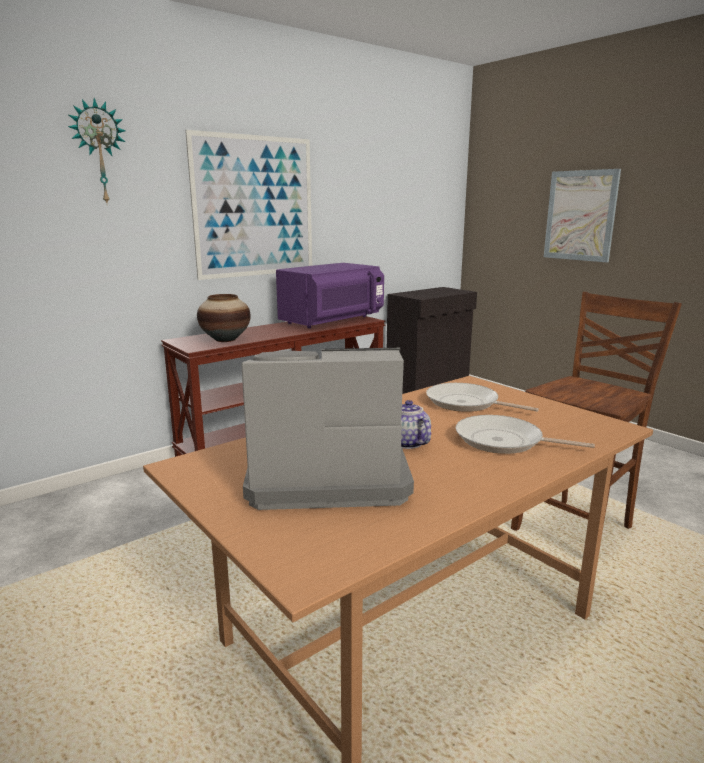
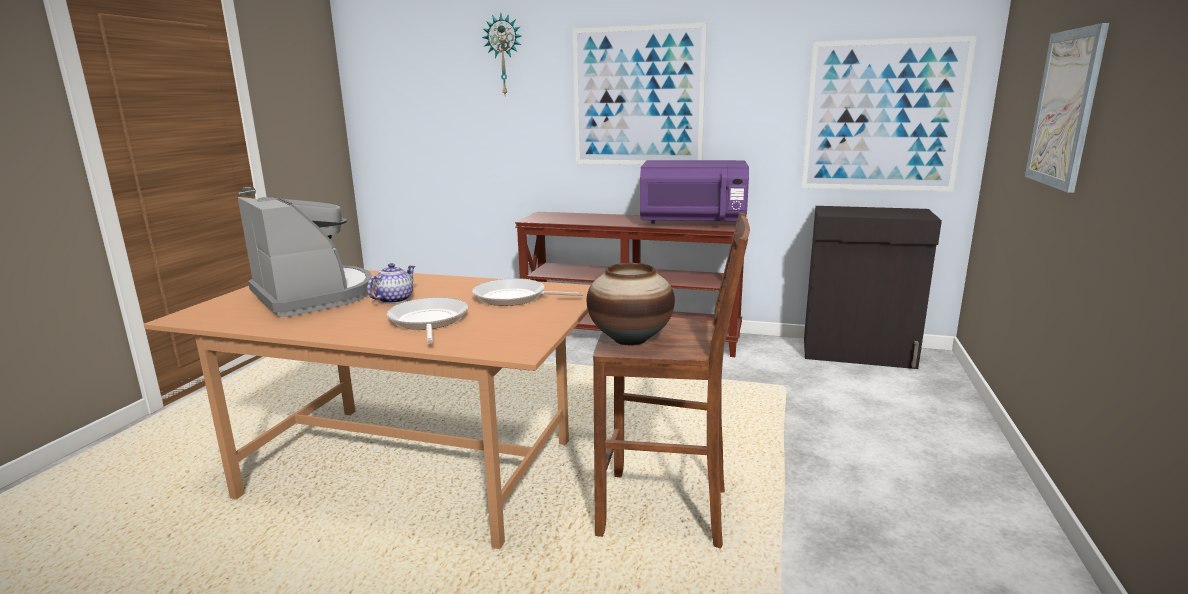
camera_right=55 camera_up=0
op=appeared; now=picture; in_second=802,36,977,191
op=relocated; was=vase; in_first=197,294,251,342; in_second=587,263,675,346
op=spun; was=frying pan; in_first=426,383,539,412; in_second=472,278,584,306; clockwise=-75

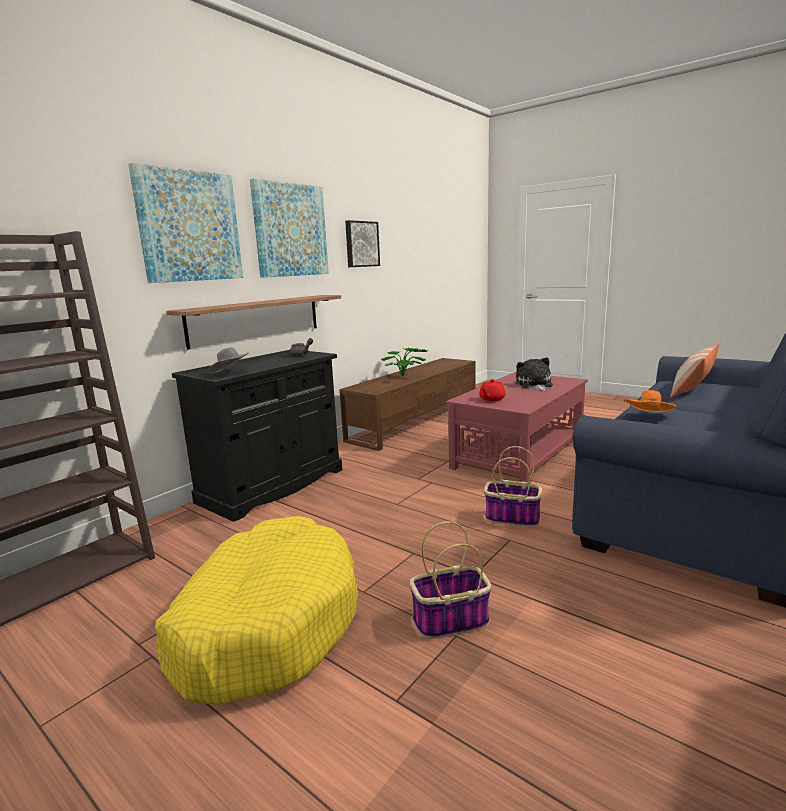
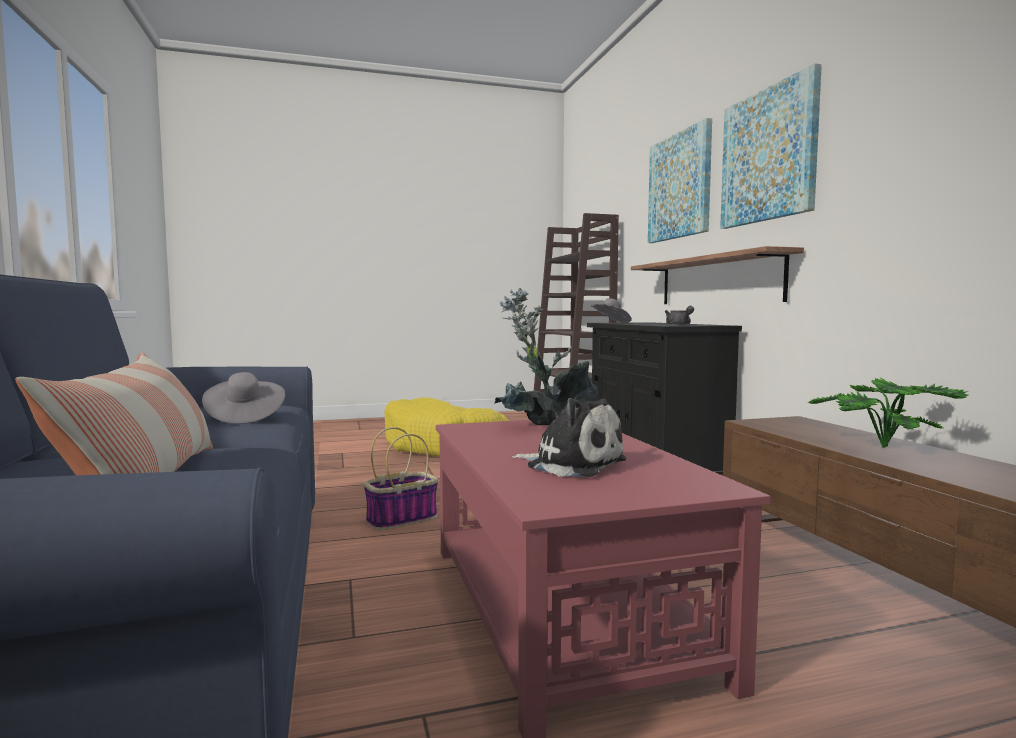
camera_right=125 camera_up=-10
op=missing; was=picture; in_first=345,220,380,267
op=missing; was=basket; in_first=409,521,491,639
op=exchanged; was=red teapot; now=potted plant; in_first=479,379,506,401; in_second=495,288,598,425
op=colour; was=orange hat; now=grey hat; in_first=624,390,677,412; in_second=202,372,285,424

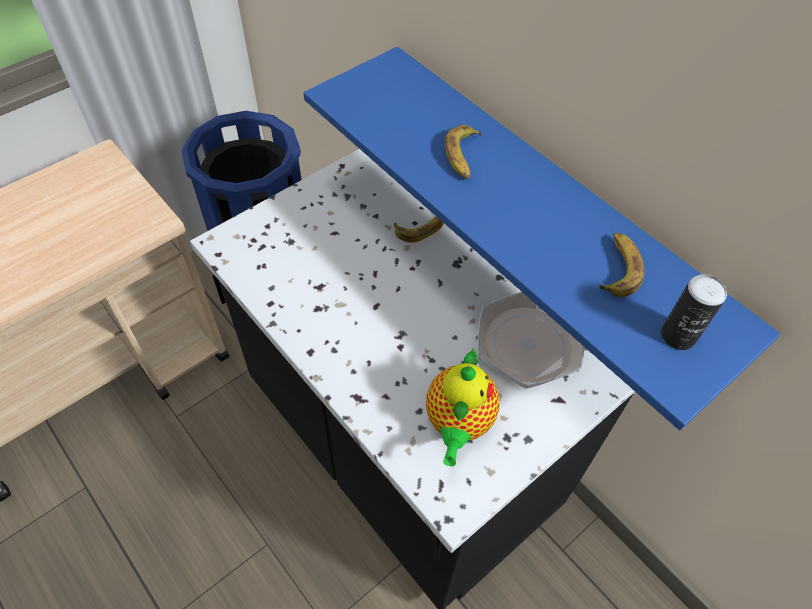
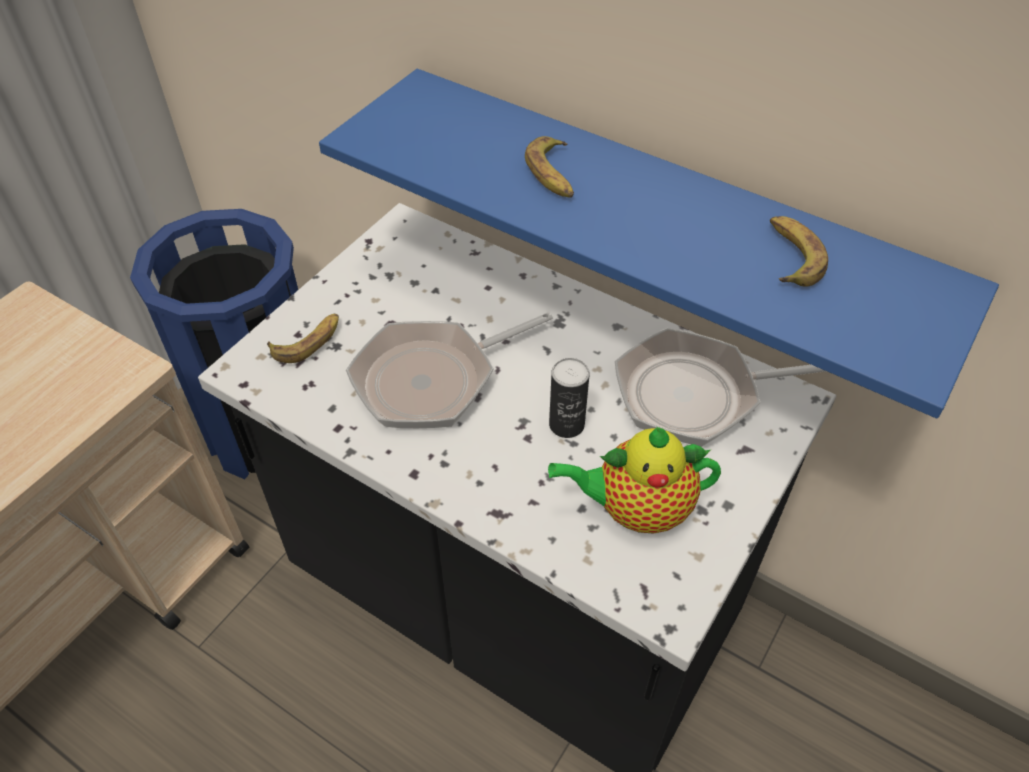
camera_right=-15 camera_up=-5
op=appeared; now=frying pan; in_second=346,312,553,429
op=relocated; was=banana; in_first=394,216,444,243; in_second=267,314,339,363
op=relocated; was=can; in_first=661,274,727,350; in_second=549,358,590,438
op=spun; was=teapot; in_first=426,348,499,467; in_second=548,427,721,534; clockwise=90

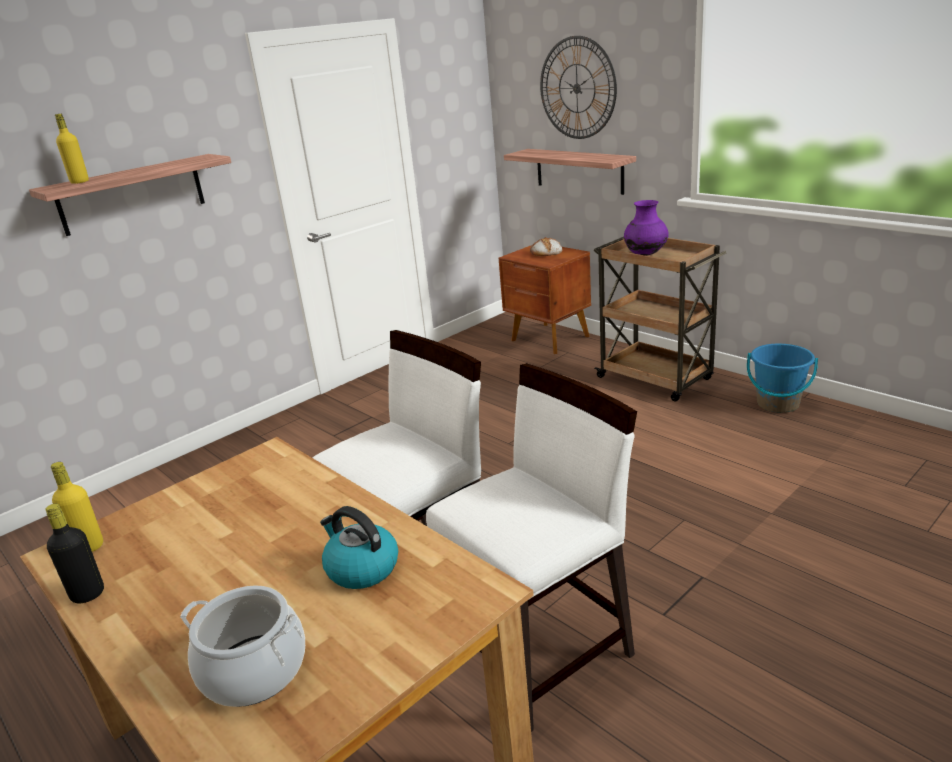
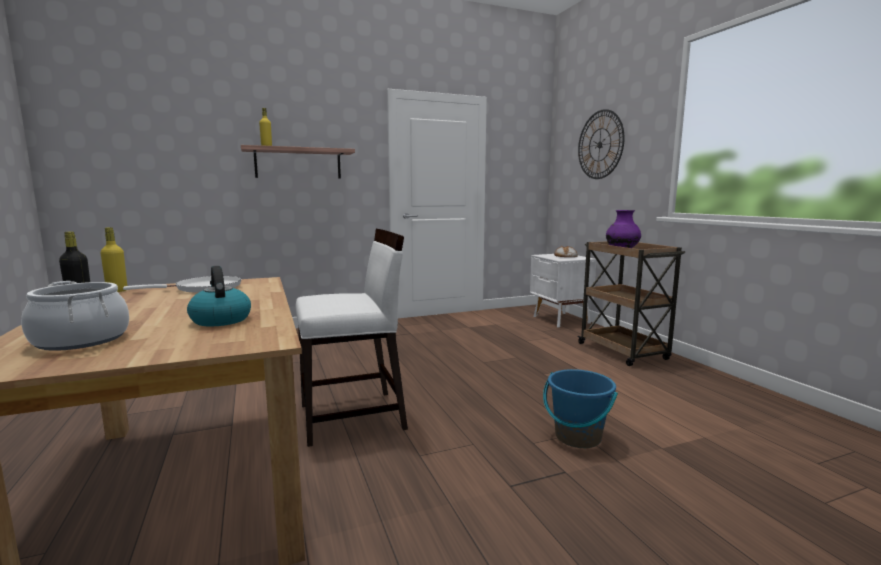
camera_right=20 camera_up=-15
op=missing; was=white chair; in_first=426,363,637,732
op=missing; was=shelf; in_first=504,149,636,195
op=appeared; now=white frying pan; in_second=123,276,241,293
op=relocated; was=blue bucket; in_first=747,344,818,413; in_second=543,369,618,448
op=colour; was=brown nightstand; now=white nightstand; in_first=499,245,591,354; in_second=530,254,596,328

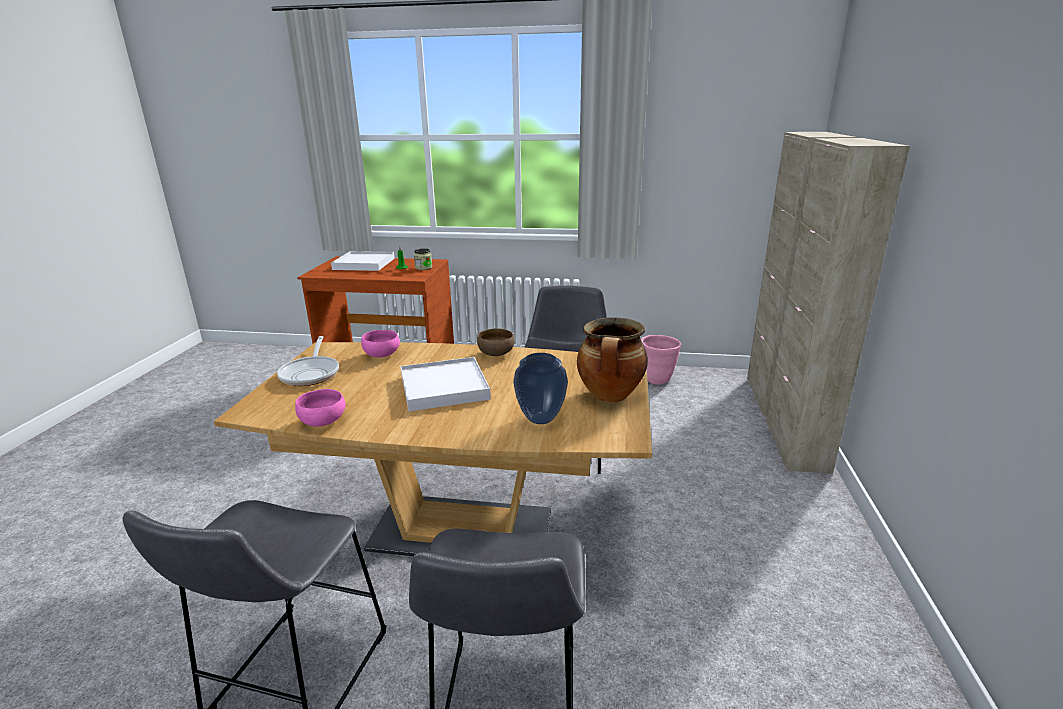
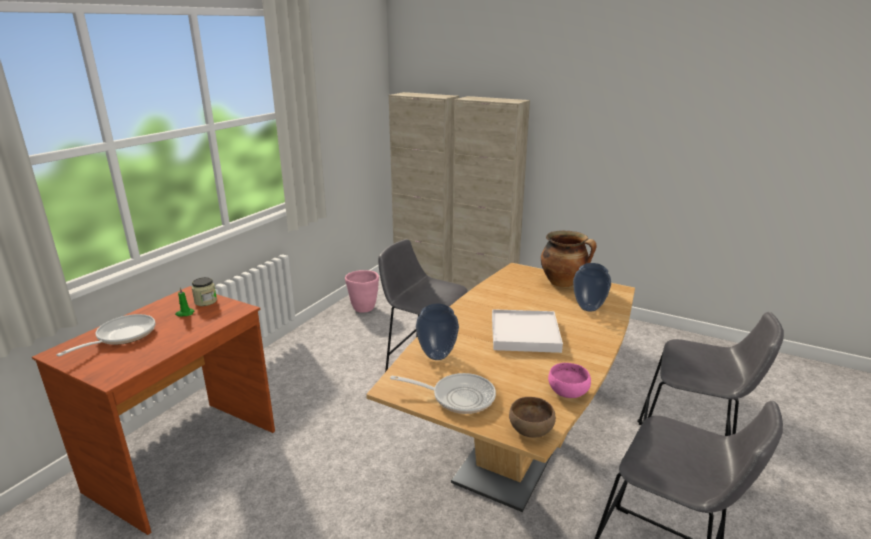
camera_right=-70 camera_up=0
op=relocated; was=brown bowl; in_first=477,328,515,356; in_second=509,397,556,437
op=exchanged; was=white tray; now=frying pan; in_first=331,251,395,271; in_second=56,314,155,356
op=exchanged; was=pink bowl; now=vase; in_first=361,330,400,357; in_second=416,304,459,360

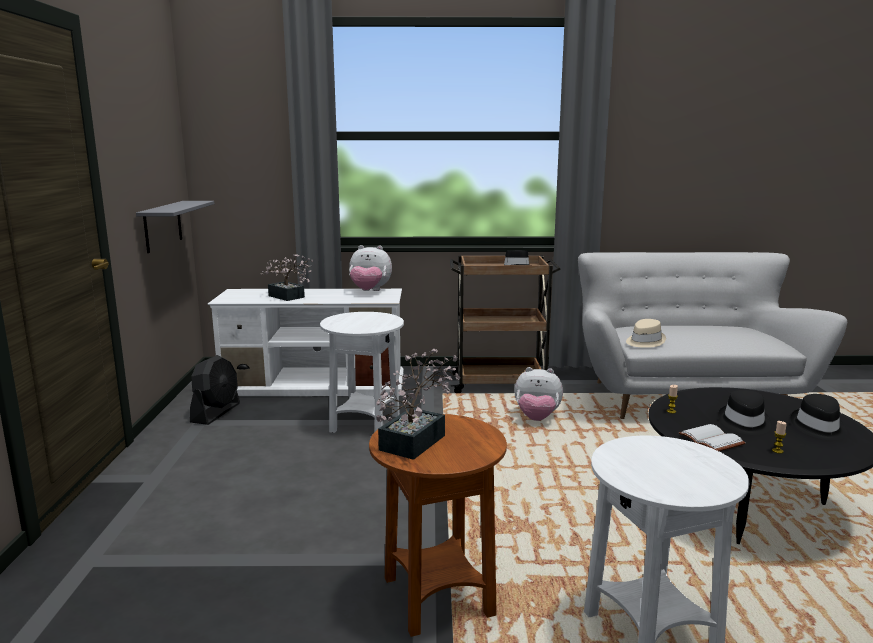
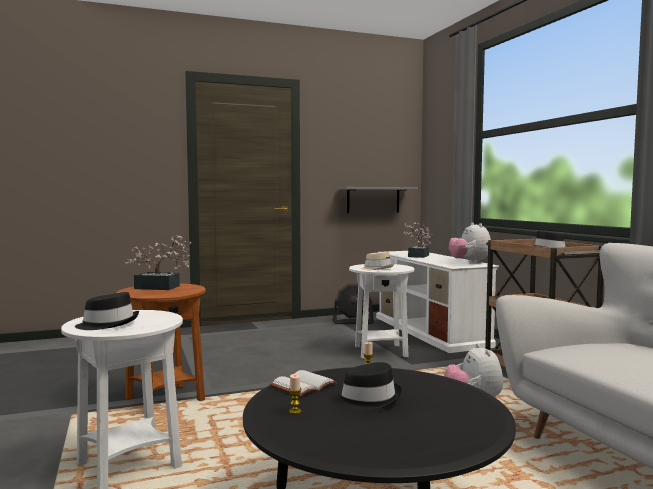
camera_right=70 camera_up=-10
op=relocated; was=beige hat; in_first=626,319,666,348; in_second=360,252,394,270
op=relocated; was=black hat; in_first=791,394,847,440; in_second=75,292,139,330

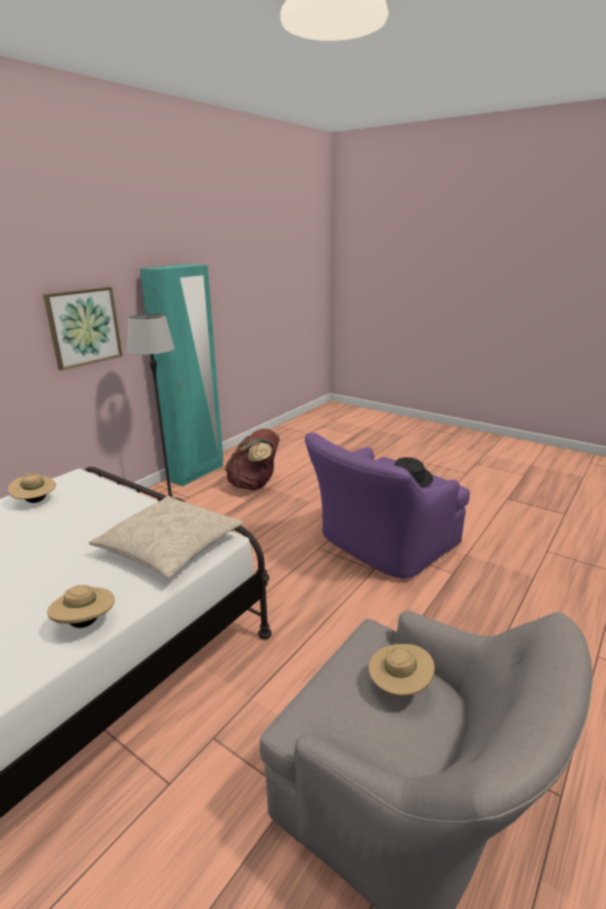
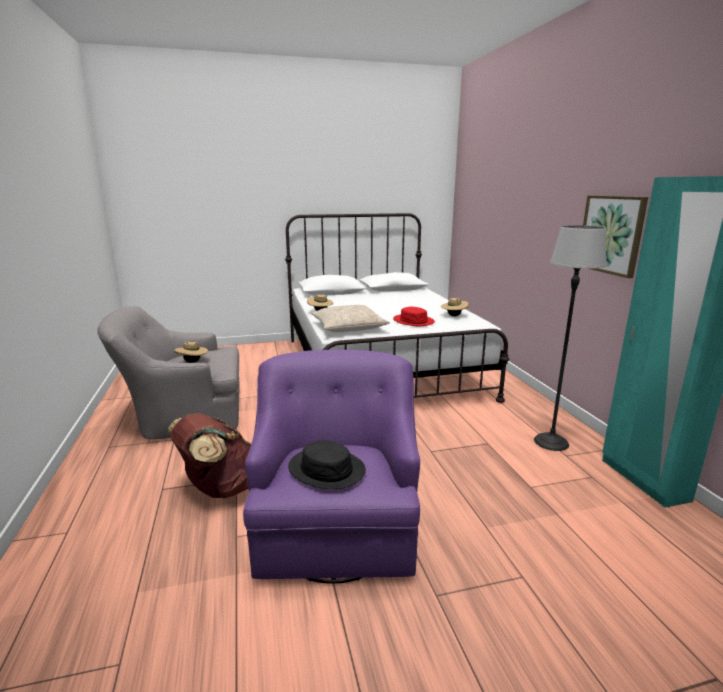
camera_right=130 camera_up=-5
op=appeared; now=red hat; in_second=393,307,435,326
op=relocated; was=brown backpack; in_first=225,429,280,490; in_second=168,413,251,498

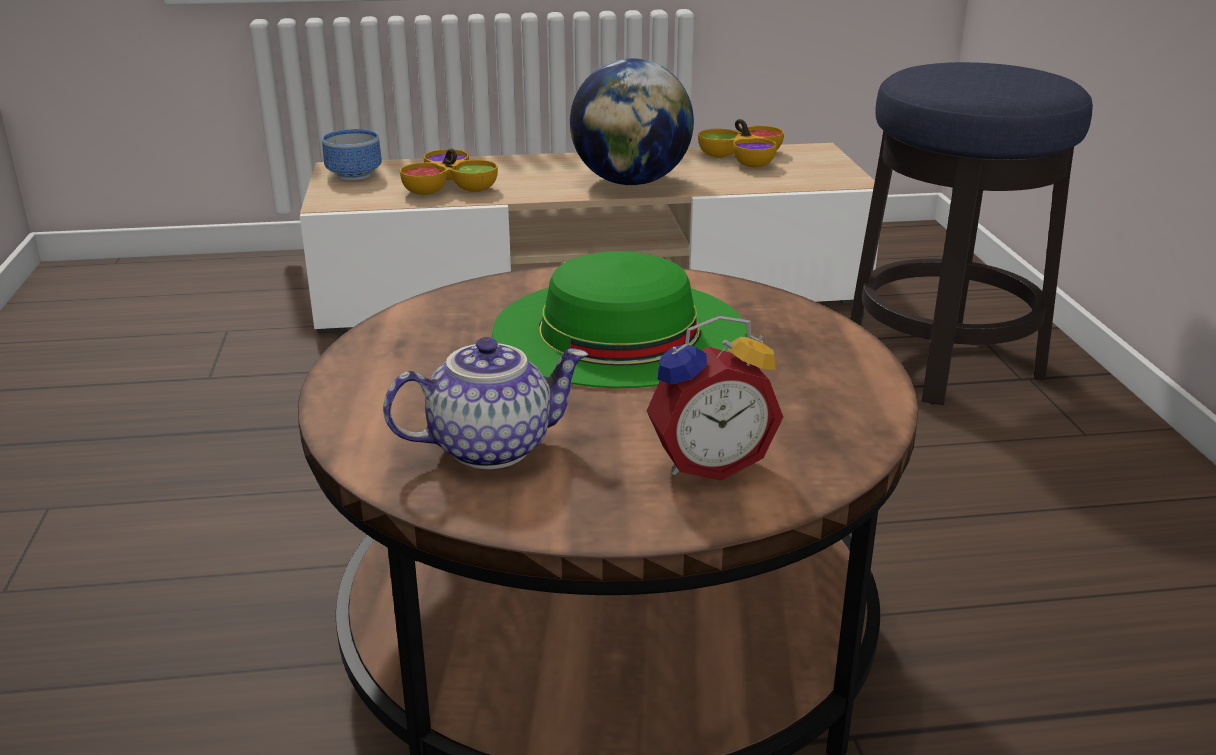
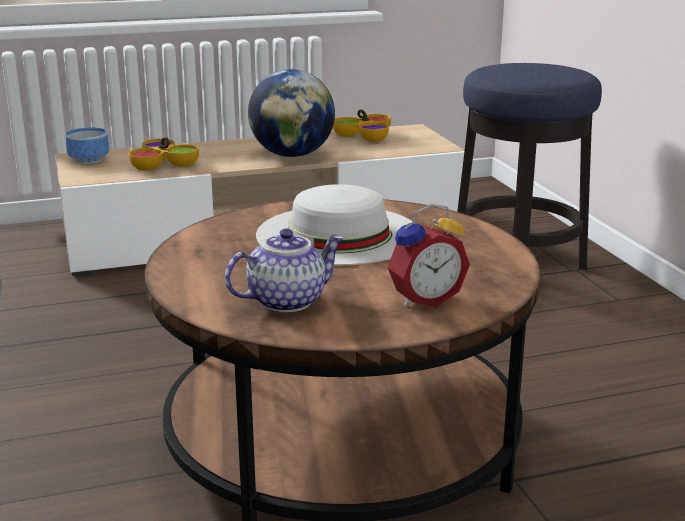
camera_right=-10 camera_up=-5
op=colour; was=green hat; now=white hat; in_first=492,251,747,388; in_second=256,184,416,265

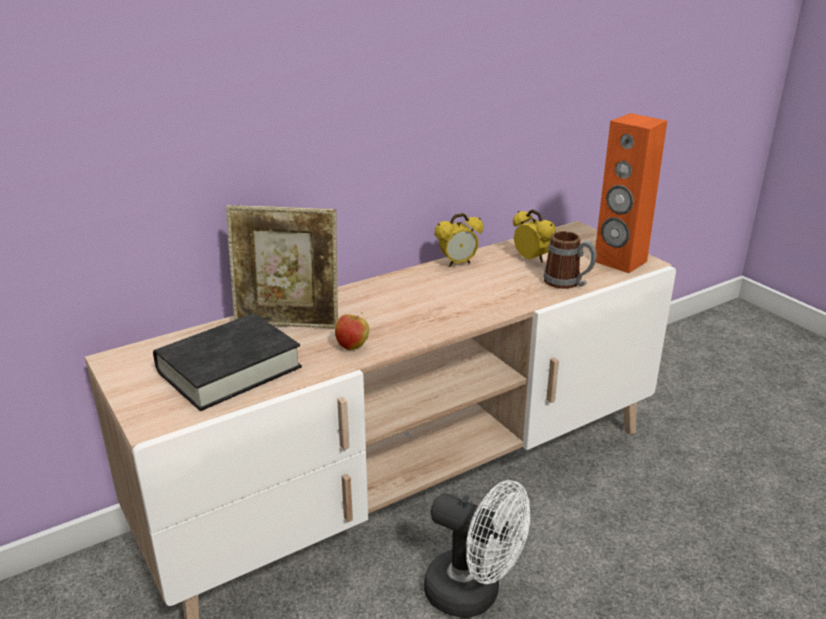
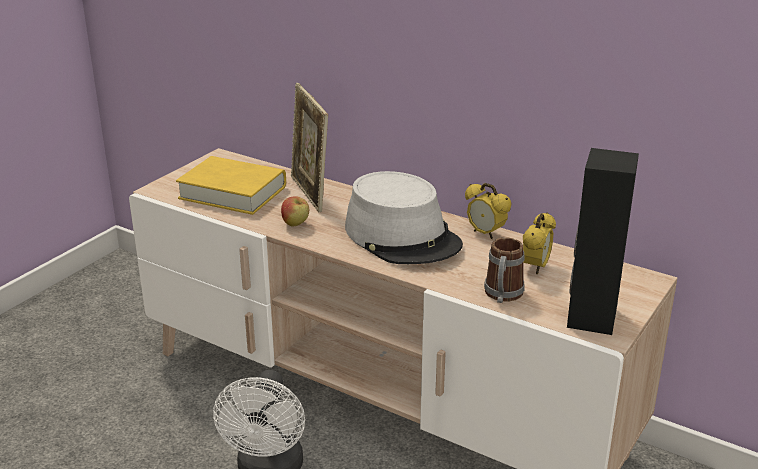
camera_right=65 camera_up=0
op=appeared; now=grey hat; in_second=345,171,463,264
op=colour; was=black book; now=yellow book; in_first=153,313,302,411; in_second=176,156,286,215
op=colour; was=orange speaker; now=black speaker; in_first=595,113,667,273; in_second=567,148,639,335

